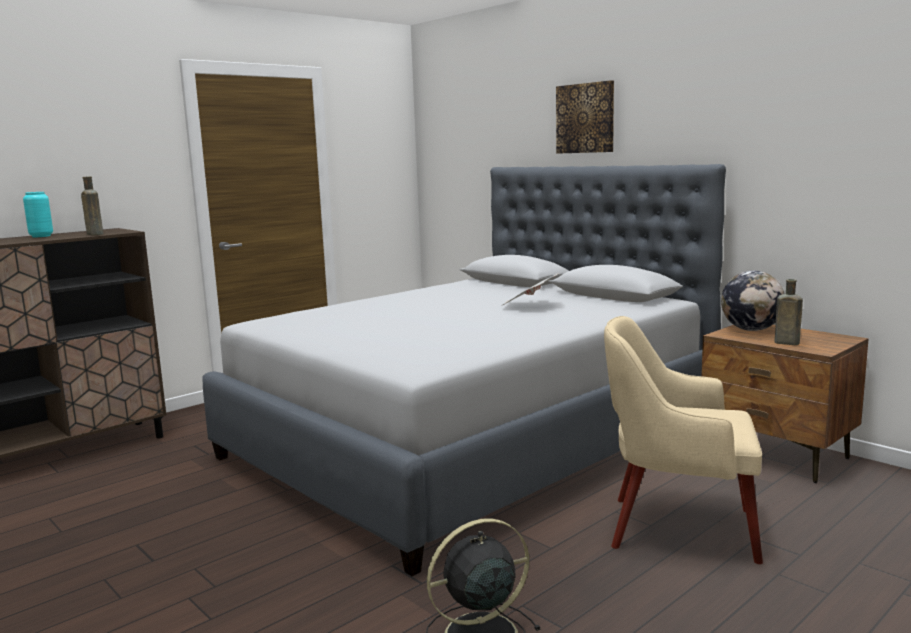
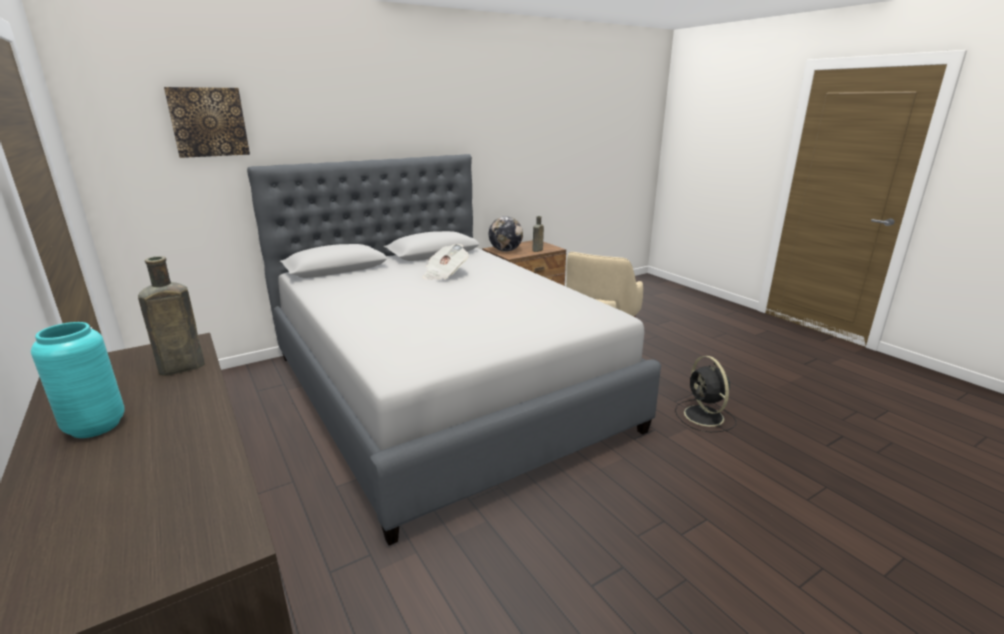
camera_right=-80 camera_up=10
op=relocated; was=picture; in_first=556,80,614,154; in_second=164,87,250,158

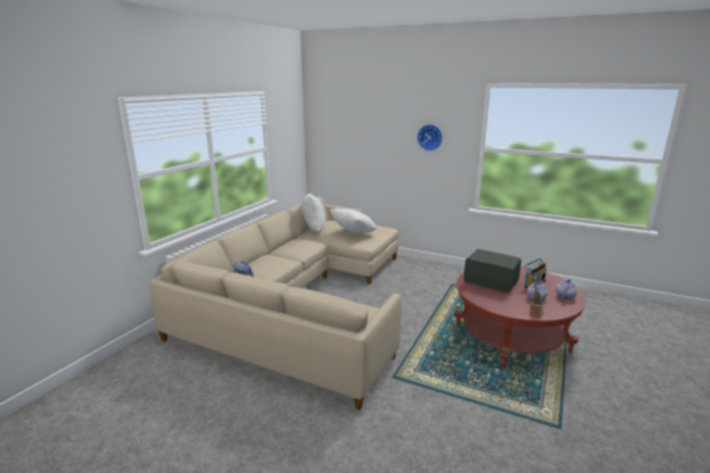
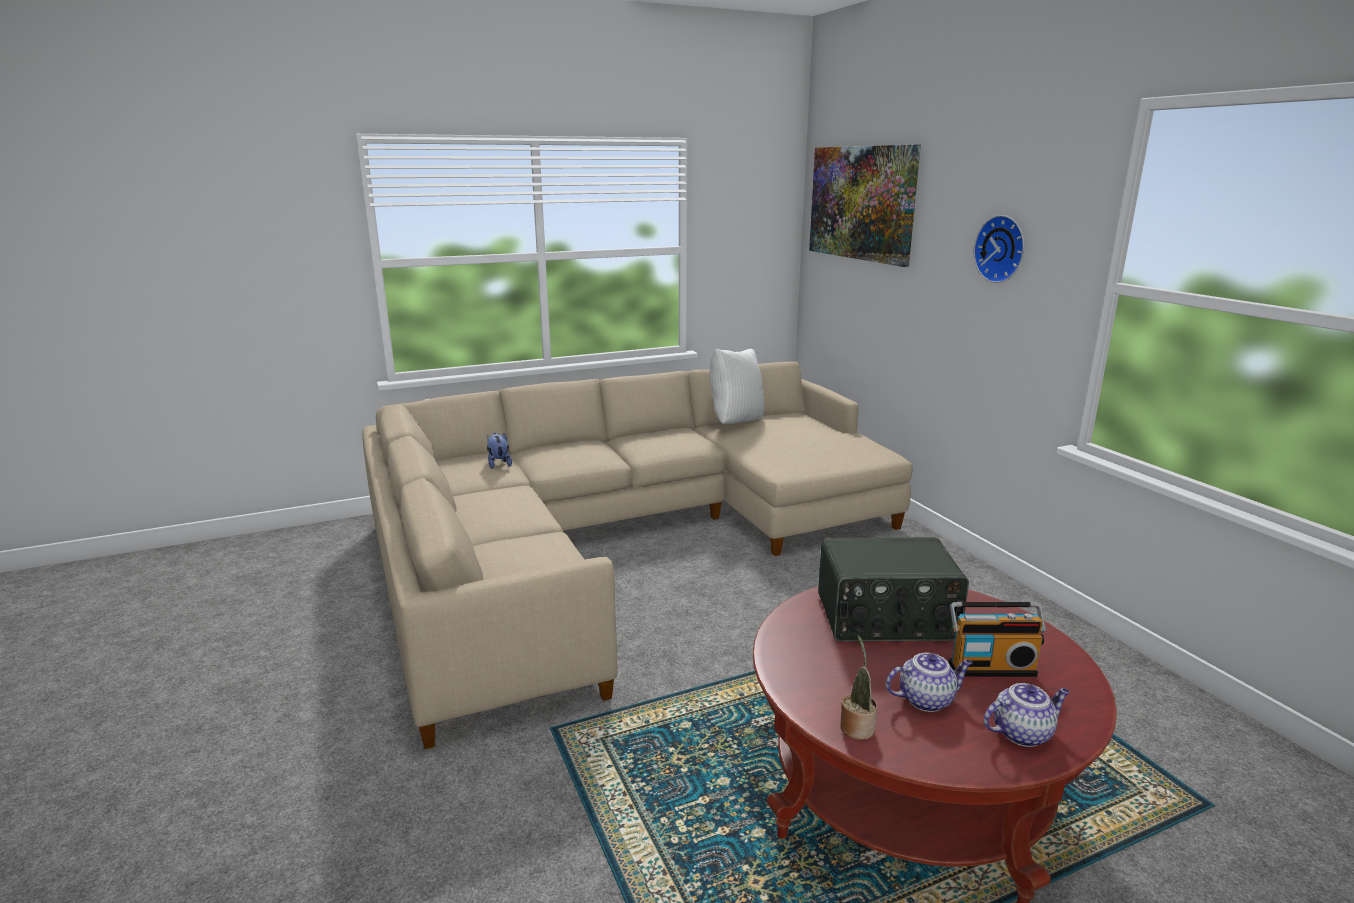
camera_right=40 camera_up=0
op=missing; was=white pillow; in_first=330,208,377,234
op=appeared; now=picture; in_second=809,145,921,267
op=spun; was=radio; in_first=464,249,521,293; in_second=818,537,969,642; clockwise=105

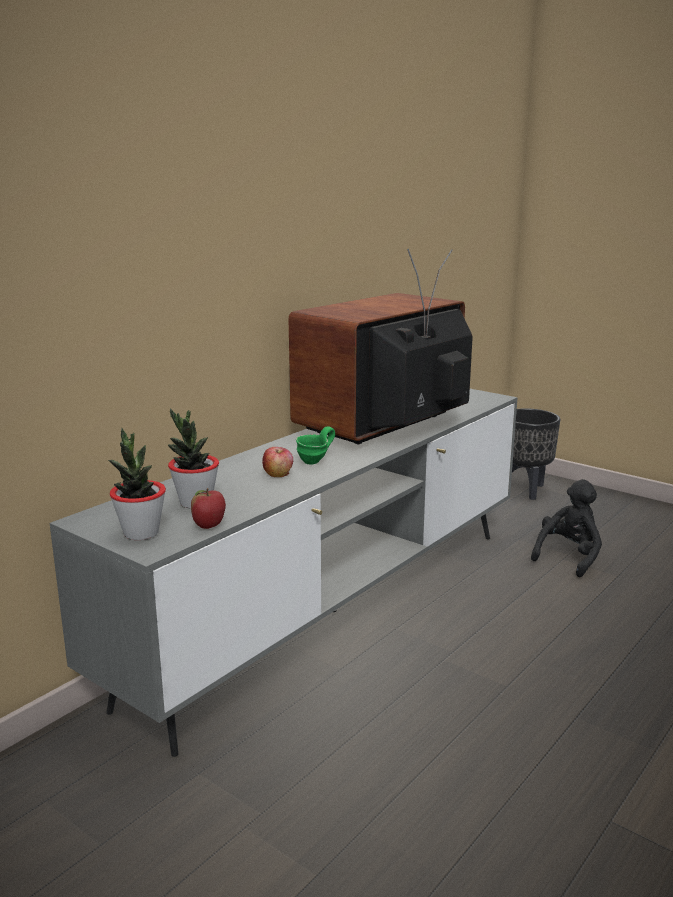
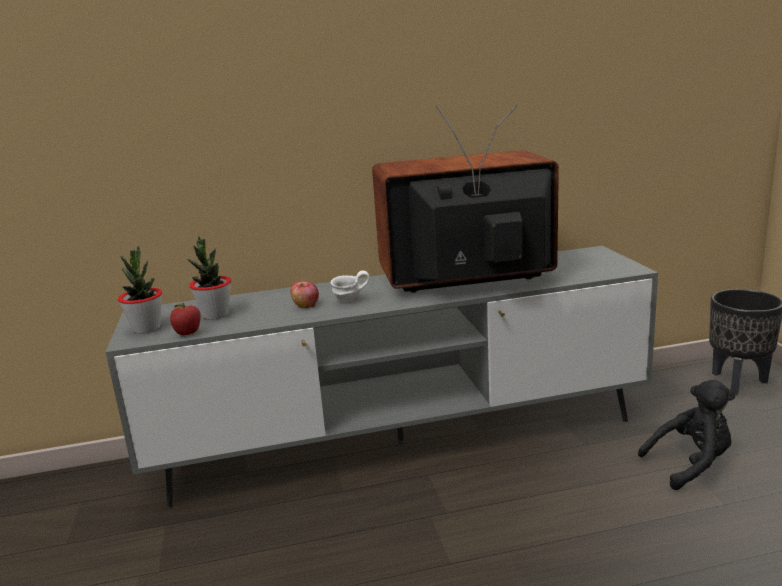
camera_right=40 camera_up=0
op=colour; was=green mug; now=white mug; in_first=296,426,335,465; in_second=331,271,370,303

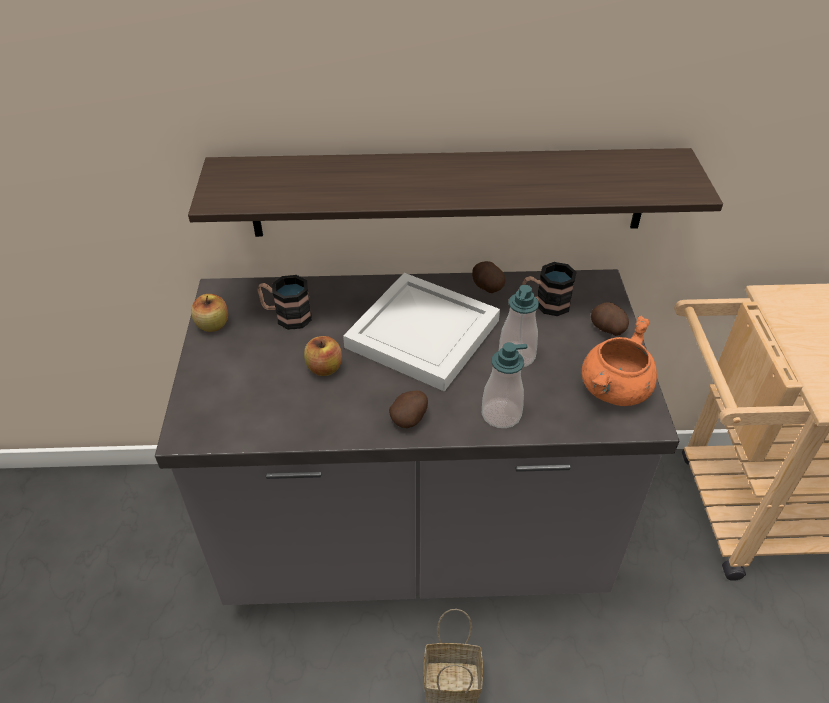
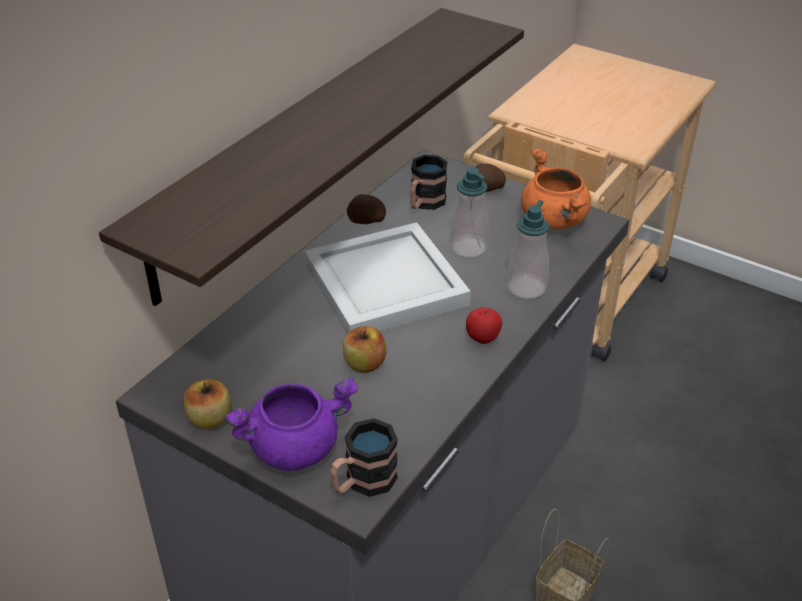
camera_right=-55 camera_up=-5
op=appeared; now=purple cooking pot; in_second=225,378,358,471
op=relocated; was=mug; in_first=257,275,312,330; in_second=330,418,398,497
op=exchanged; was=potato; now=apple; in_first=389,390,428,428; in_second=466,308,502,344

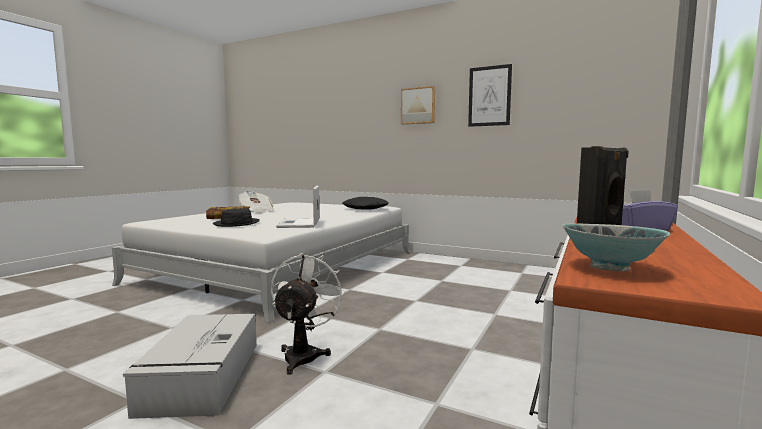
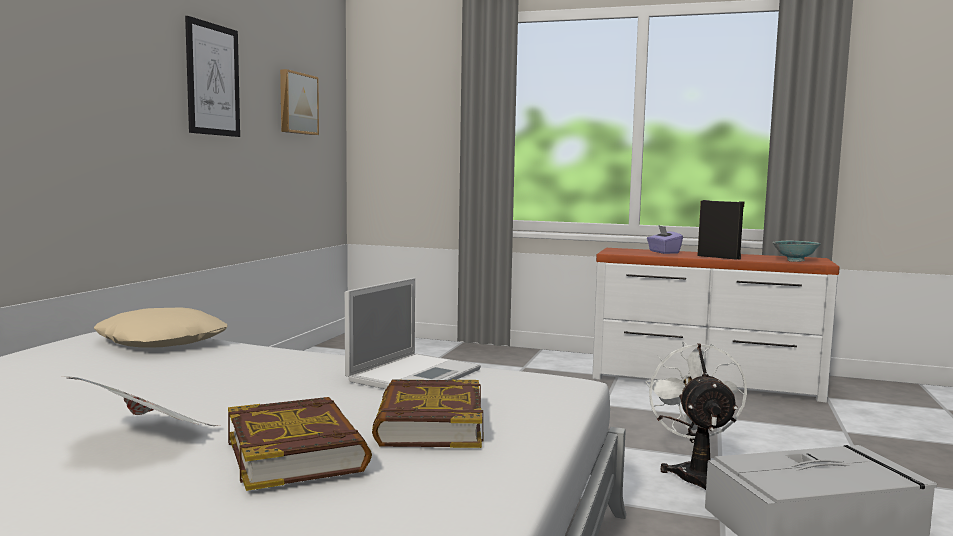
camera_right=-100 camera_up=0
op=relocated; was=picture; in_first=401,86,435,124; in_second=280,69,319,135
op=exchanged; was=black hat; now=book; in_first=213,208,260,227; in_second=372,380,483,448
op=colour; was=black pillow; now=beige pillow; in_first=342,197,389,210; in_second=94,307,227,347
op=spun; was=white fan; in_first=271,253,345,375; in_second=646,341,747,490; clockwise=90
op=spun; was=laptop; in_first=276,186,319,228; in_second=345,278,481,389; clockwise=-45

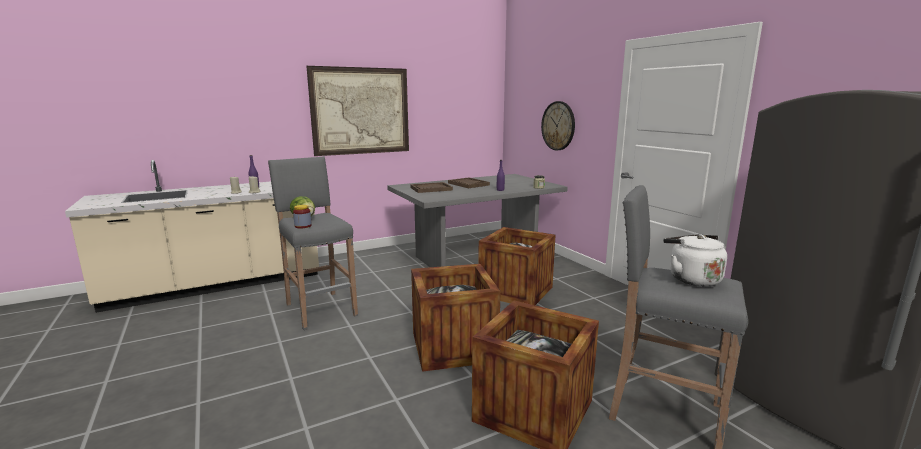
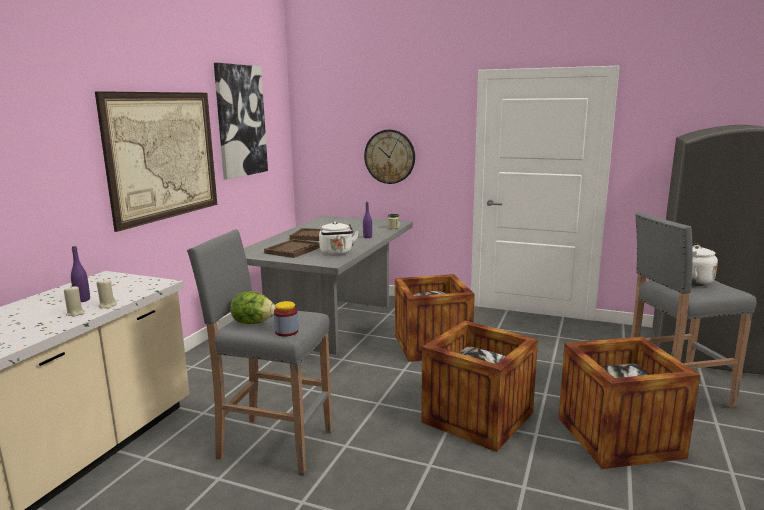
camera_right=-40 camera_up=0
op=appeared; now=picture; in_second=214,63,268,180
op=appeared; now=white kettle; in_second=319,222,359,255

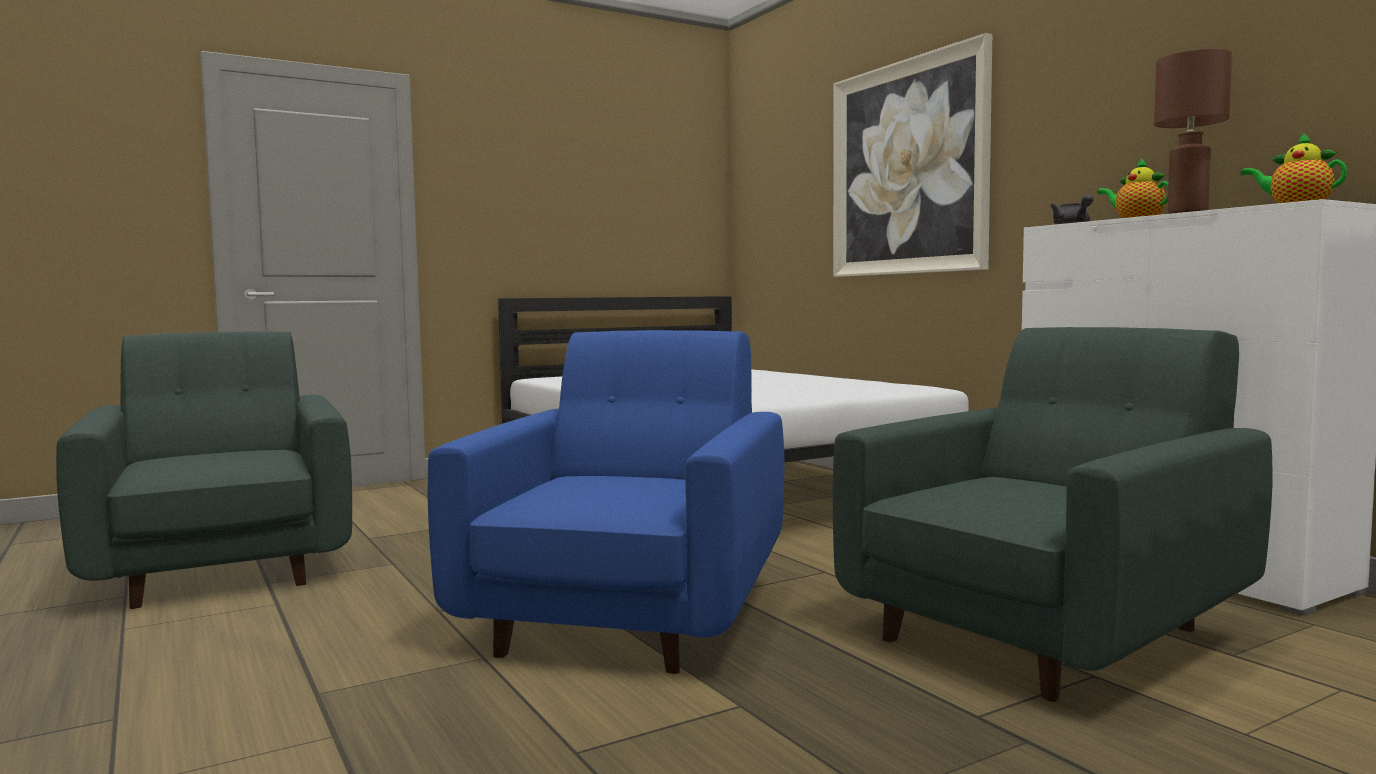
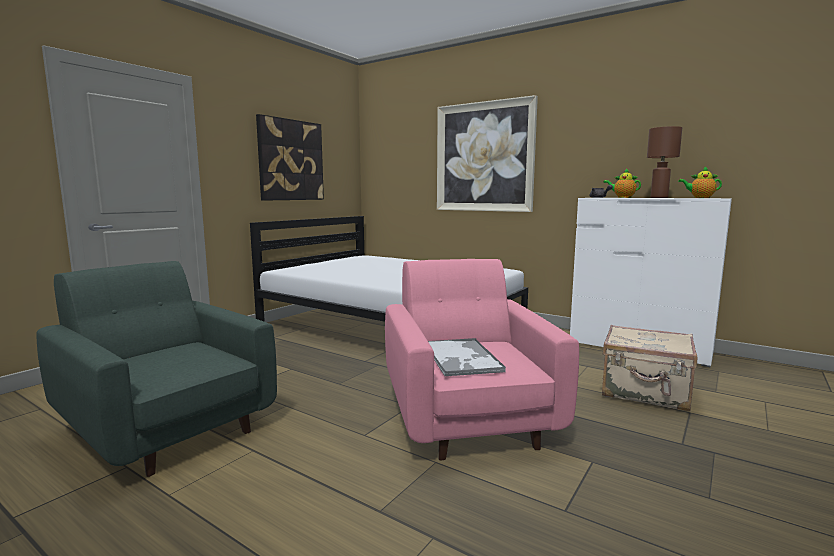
camera_right=-25 camera_up=5
op=appeared; now=picture; in_second=256,114,324,201
op=appeared; now=tray; in_second=428,338,506,376
op=exchanged; was=green armchair; now=beige suitcase; in_first=833,327,1273,702; in_second=602,325,697,411
op=colour; was=blue armchair; now=pink armchair; in_first=428,330,784,674; in_second=385,259,579,461

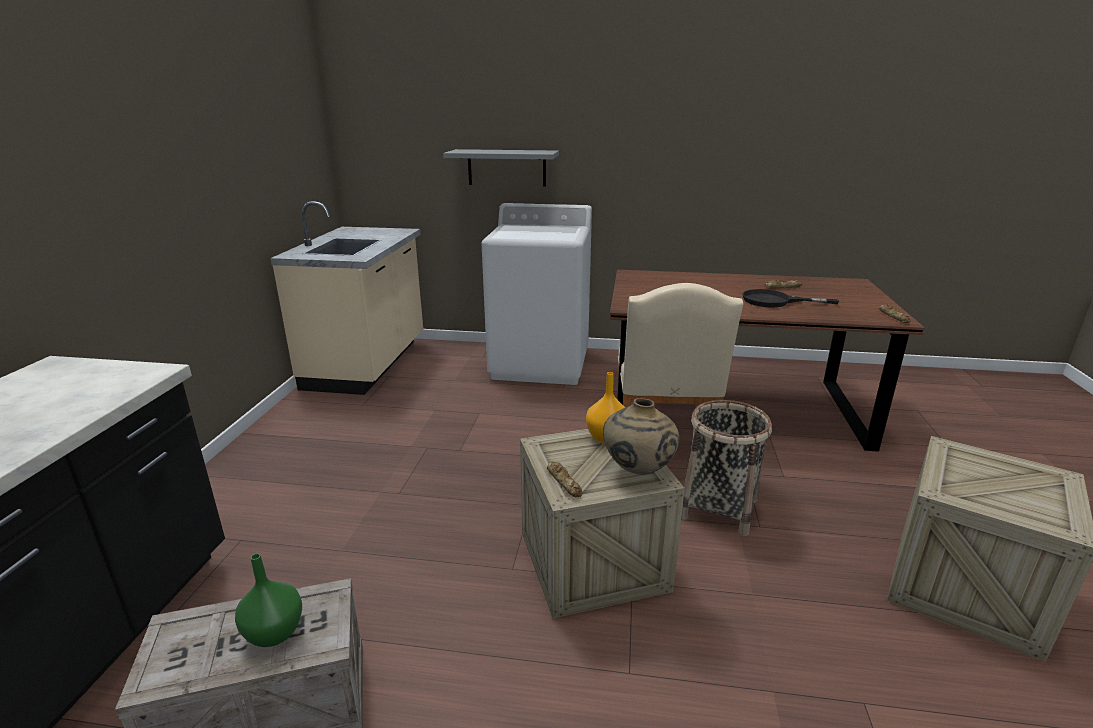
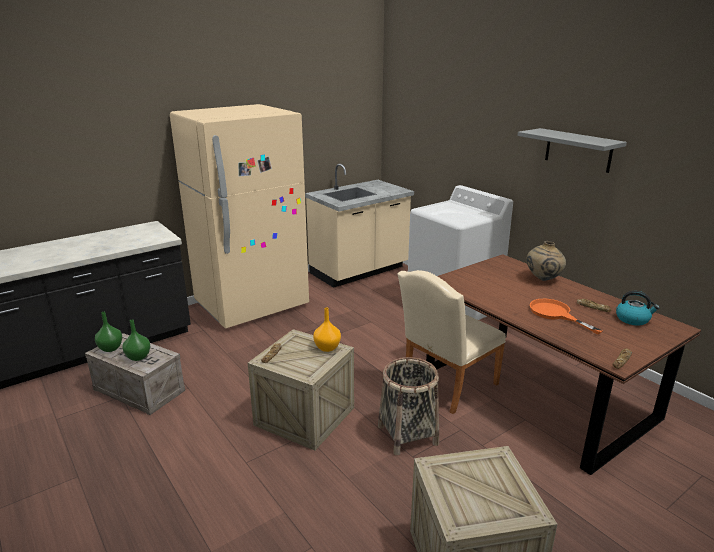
camera_right=45 camera_up=0
op=appeared; now=green vase; in_second=95,312,122,352
op=appeared; now=beige fridge; in_second=170,104,309,329
op=appeared; now=kettle; in_second=616,291,660,326
op=relocated; was=grey shelf; in_first=443,149,559,187; in_second=517,128,627,173
op=relocated; was=beige vase; in_first=603,398,679,475; in_second=527,241,566,281
op=colour; was=black frying pan; now=orange frying pan; in_first=742,289,839,307; in_second=530,299,602,334

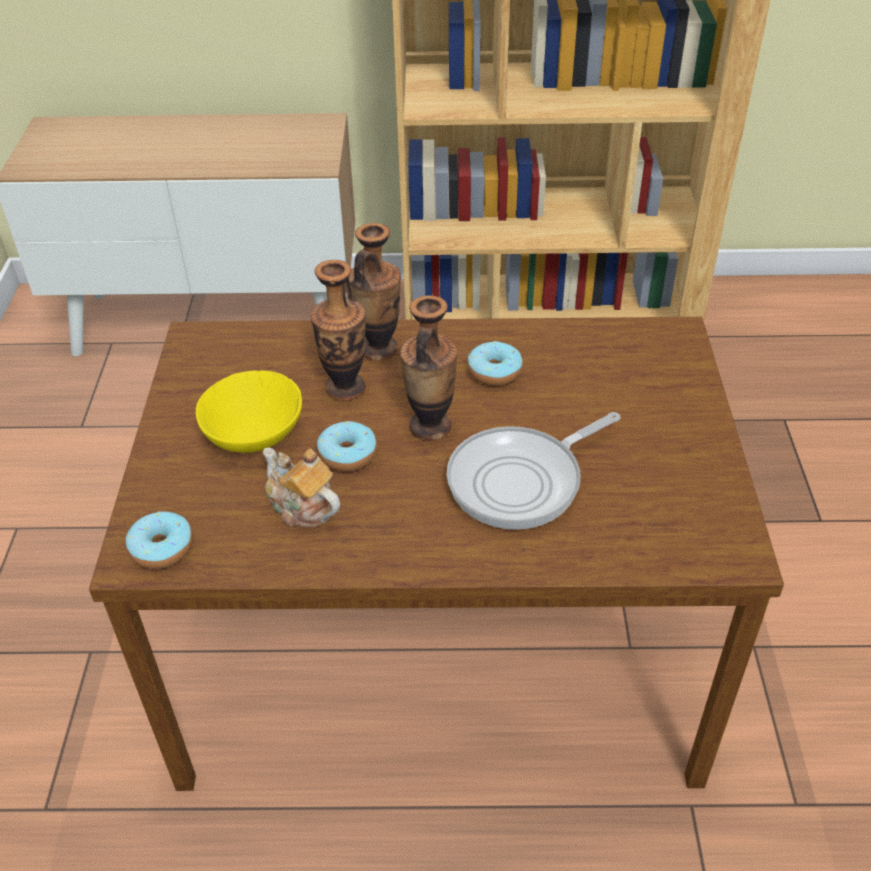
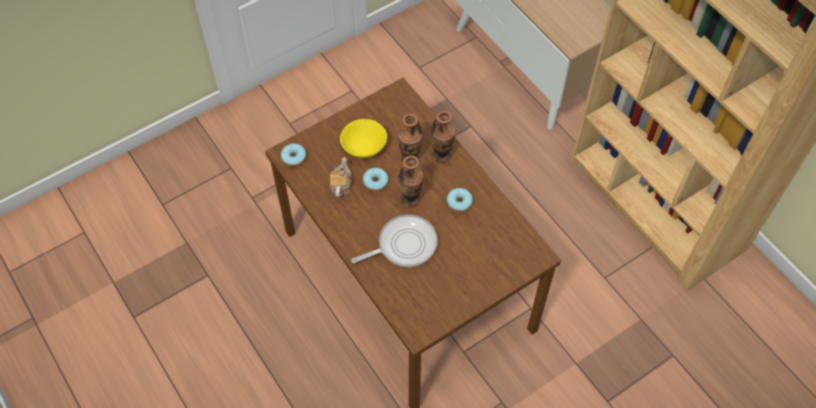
camera_right=55 camera_up=15
op=spun; was=frying pan; in_first=446,412,621,530; in_second=351,215,438,267; clockwise=135

